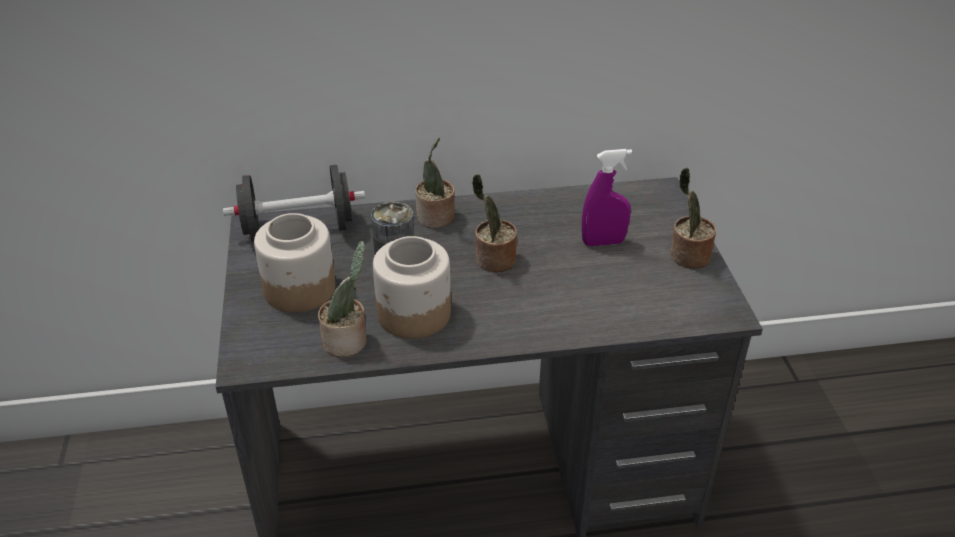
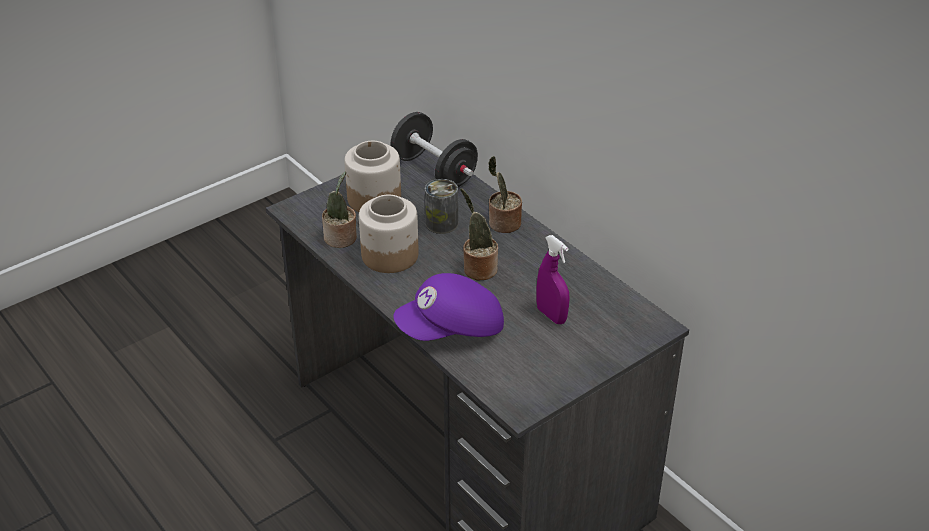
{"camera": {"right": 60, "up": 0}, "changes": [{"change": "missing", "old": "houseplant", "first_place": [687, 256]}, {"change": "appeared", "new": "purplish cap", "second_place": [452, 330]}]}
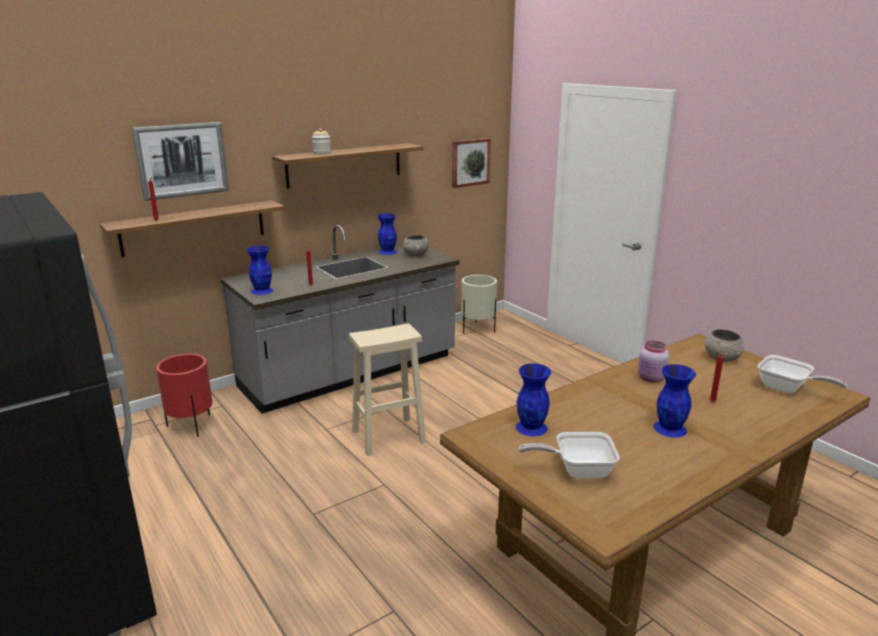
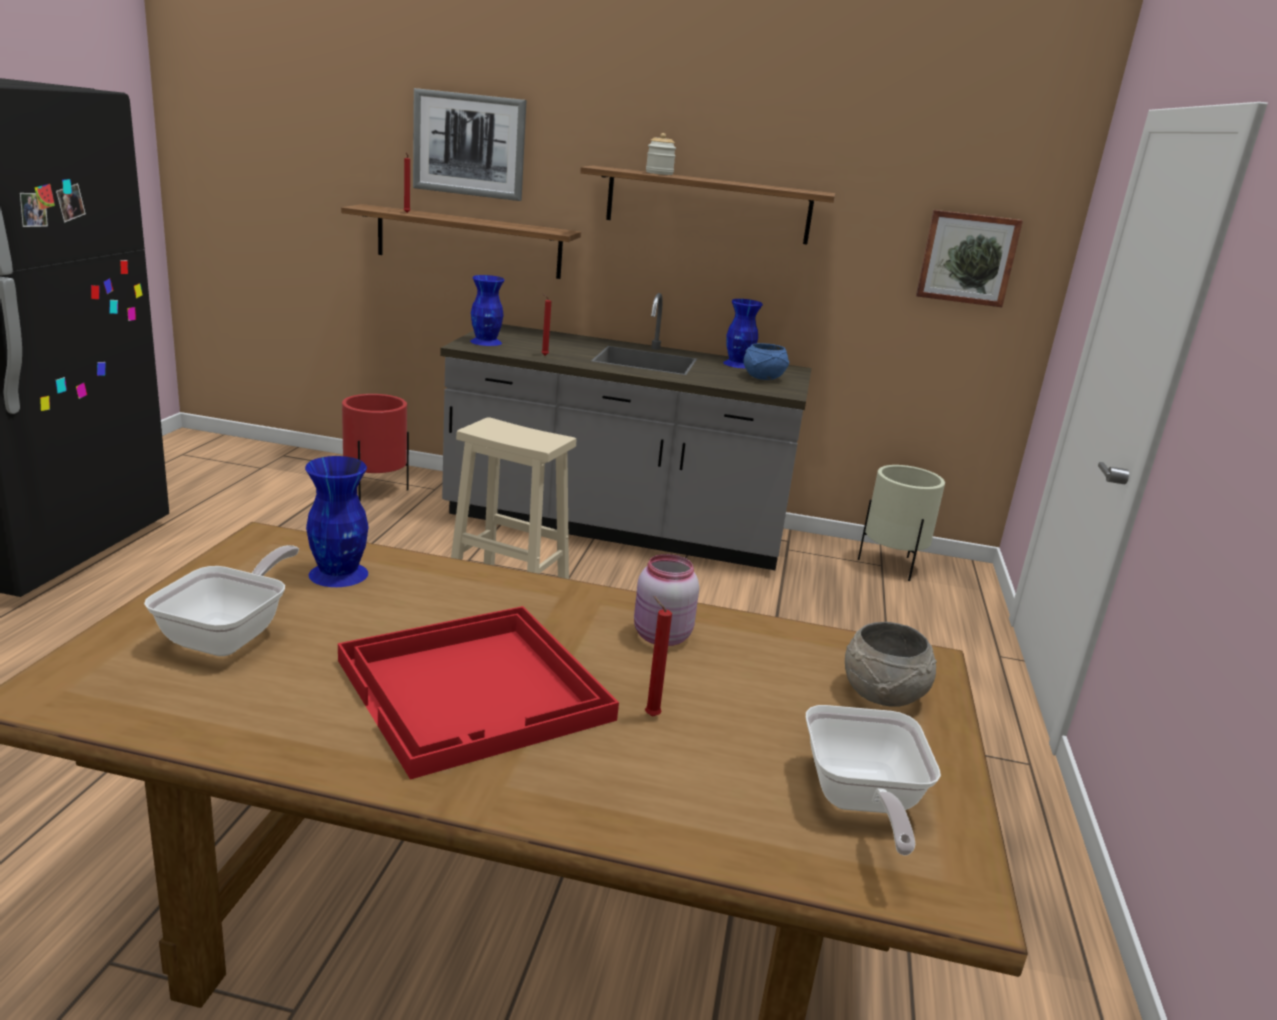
{"camera": {"right": 45, "up": 0}, "changes": [{"change": "exchanged", "old": "blue-coloured vase", "new": "reddish carrying tray", "first_place": [670, 428], "second_place": [477, 690]}, {"change": "colour", "old": "greyish serving bowl", "new": "blue-coloured serving bowl", "first_place": [416, 255], "second_place": [763, 378]}, {"change": "spun", "old": "pan", "first_place": [577, 470], "second_place": [231, 634], "degrees": 60}]}
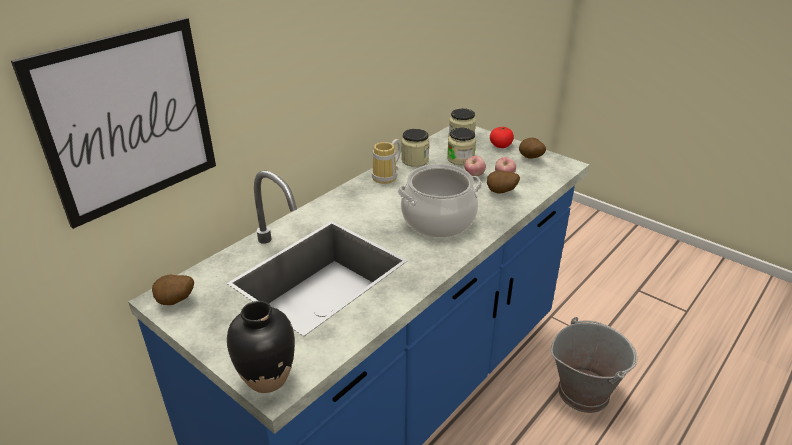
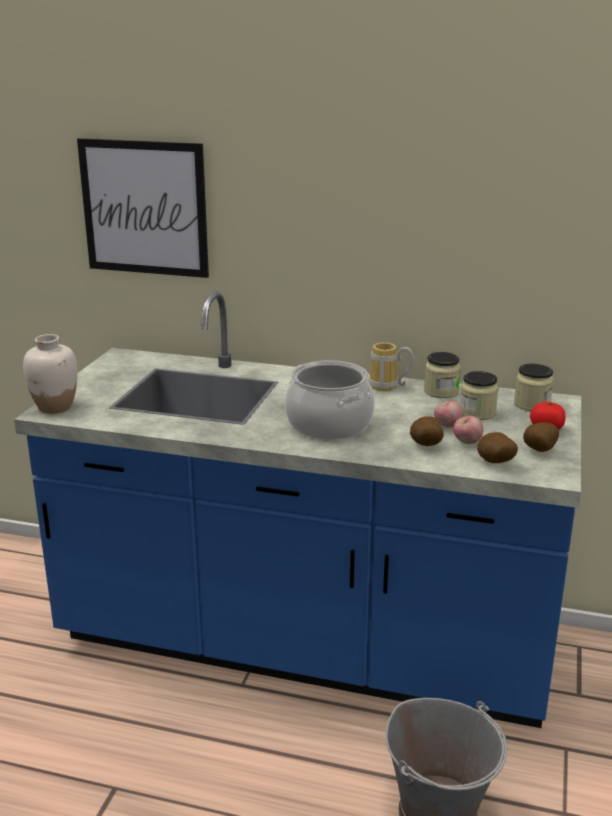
{"camera": {"right": 65, "up": -10}, "changes": [{"change": "relocated", "old": "whole potato", "first_place": [176, 302], "second_place": [494, 463]}, {"change": "colour", "old": "black-coloured vase", "new": "white-coloured vase", "first_place": [267, 377], "second_place": [55, 407]}]}
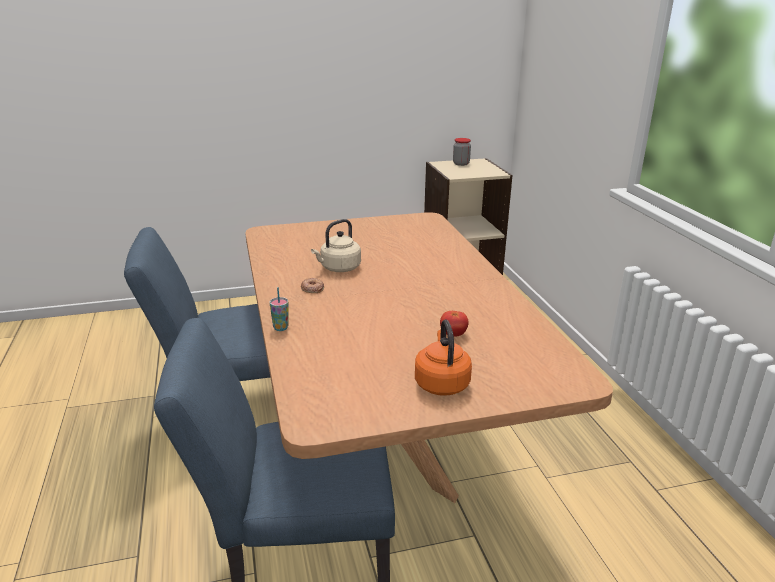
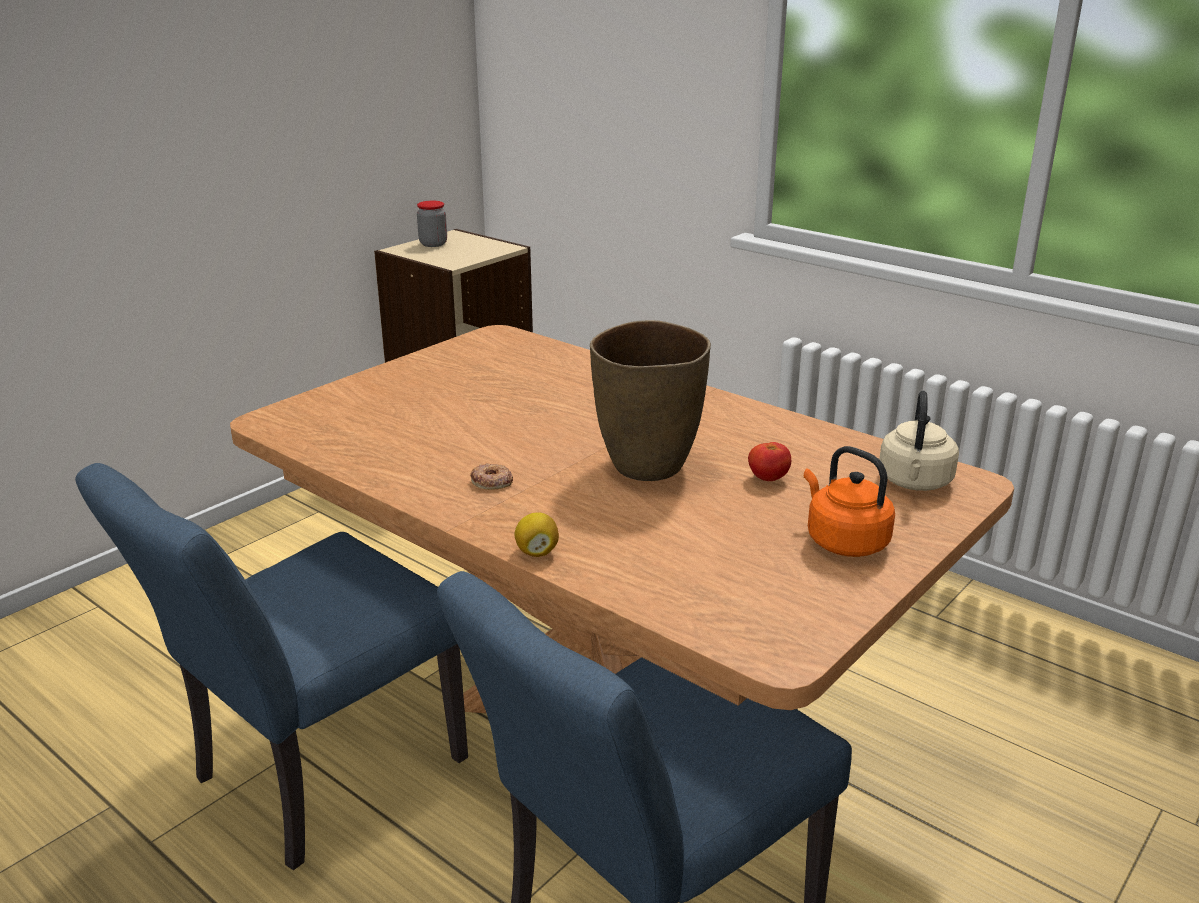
{"camera": {"right": -35, "up": 0}, "changes": [{"change": "appeared", "new": "brownish vase", "second_place": [648, 467]}, {"change": "relocated", "old": "beige-coloured water kettle", "first_place": [338, 268], "second_place": [915, 483]}, {"change": "exchanged", "old": "cup", "new": "lemon", "first_place": [280, 328], "second_place": [537, 552]}]}
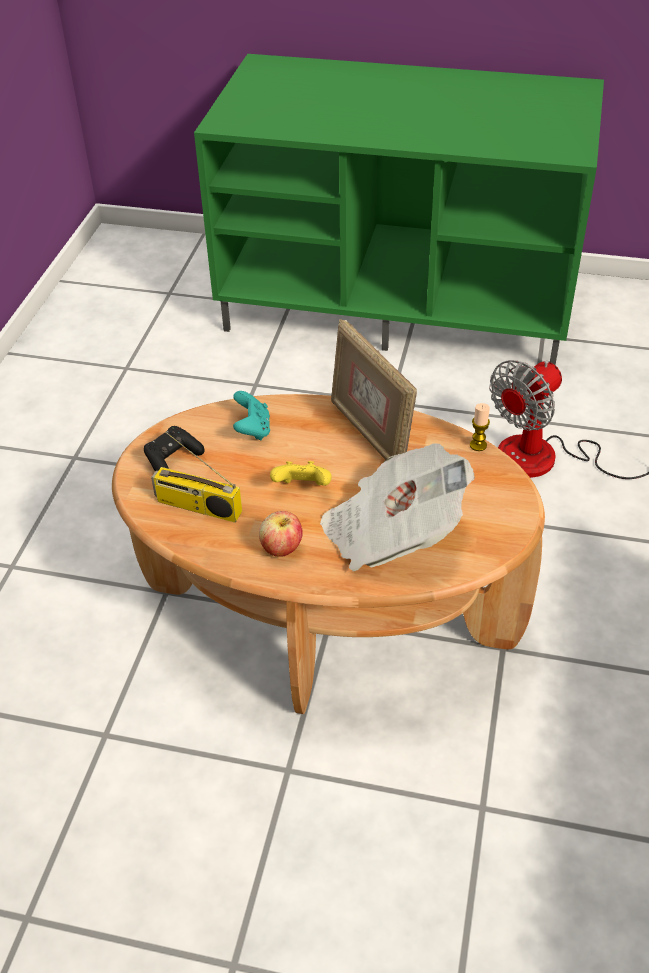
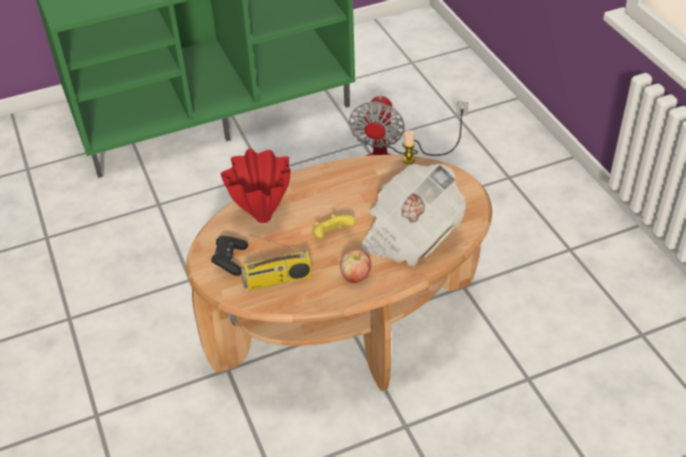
{"camera": {"right": -35, "up": 0}, "changes": [{"change": "missing", "old": "standing frame", "first_place": [370, 434]}, {"change": "exchanged", "old": "turquoise joypad", "new": "reddish vase", "first_place": [252, 430], "second_place": [263, 216]}]}
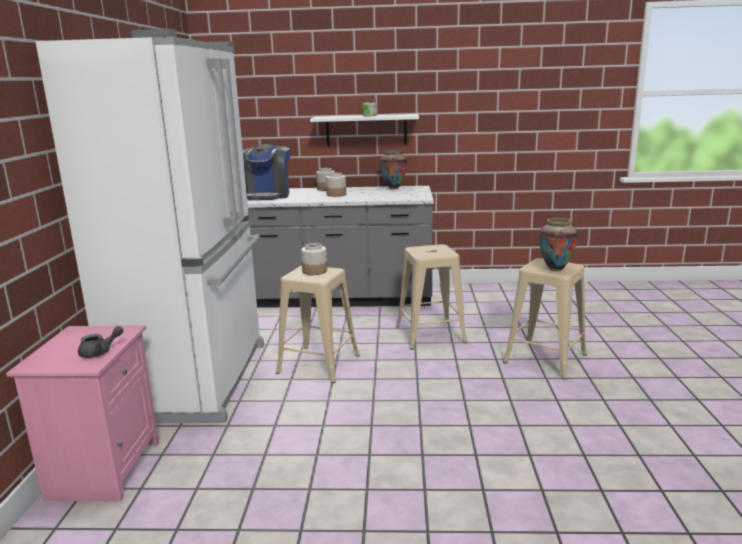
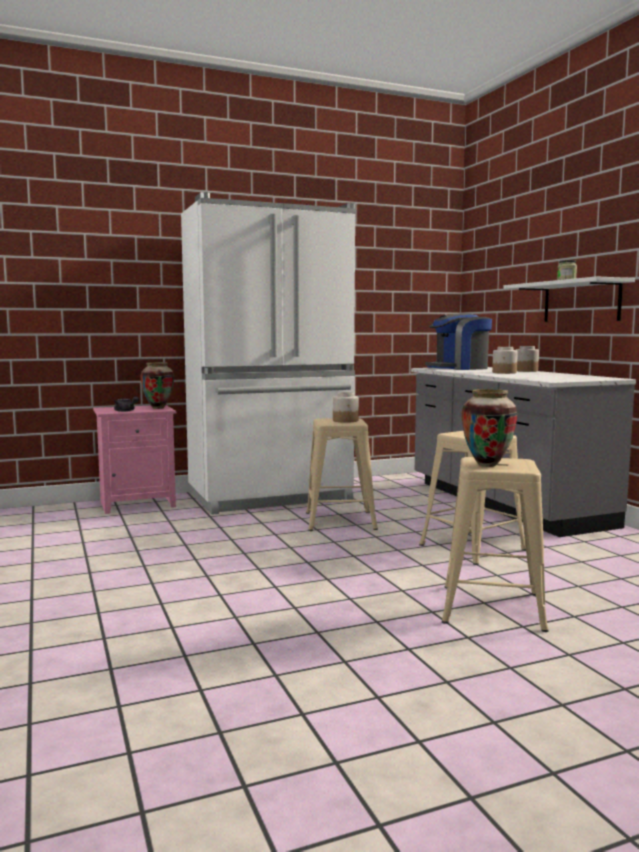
{"camera": {"right": 65, "up": -10}, "changes": [{"change": "relocated", "old": "vase", "first_place": [393, 188], "second_place": [158, 408]}]}
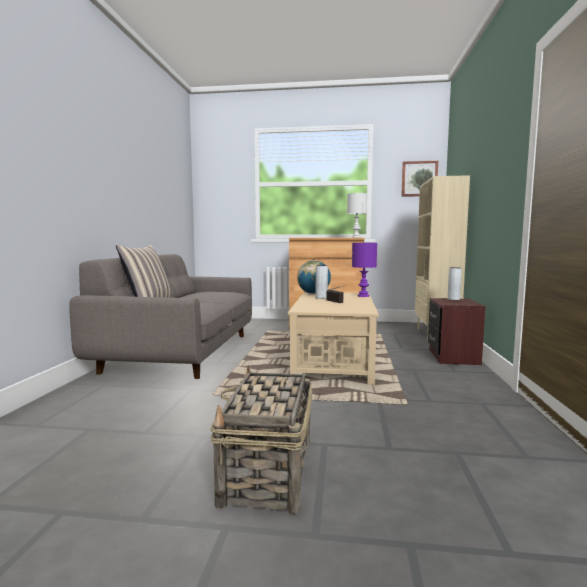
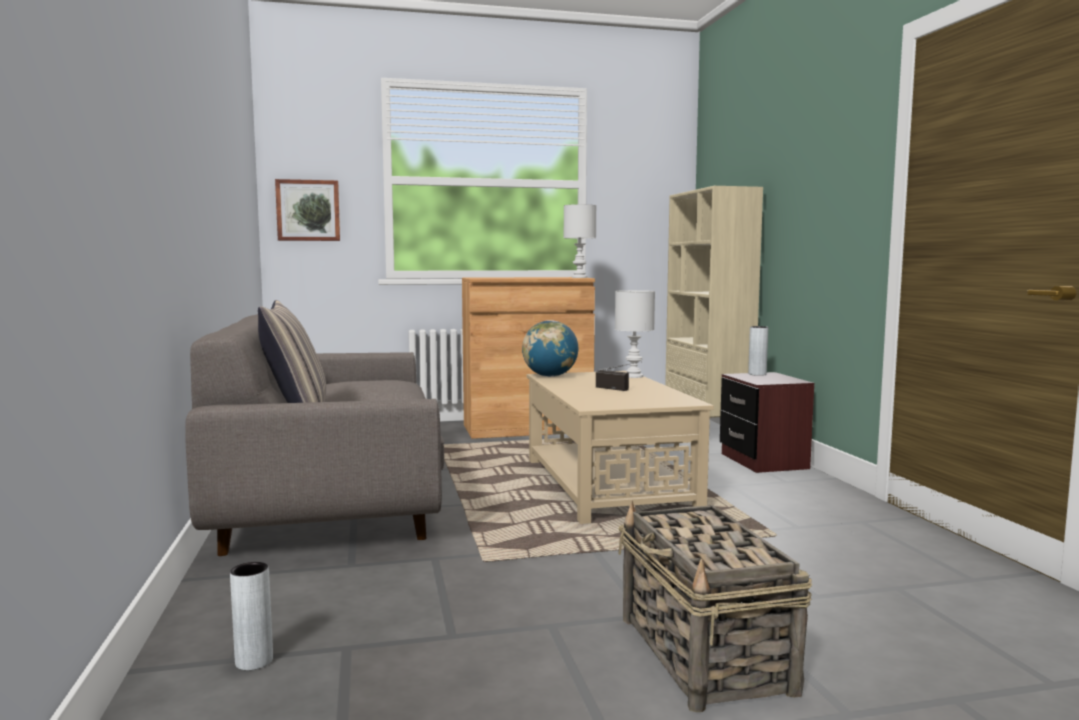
{"camera": {"right": -20, "up": 0}, "changes": [{"change": "relocated", "old": "greyish vase", "first_place": [321, 298], "second_place": [254, 661]}, {"change": "relocated", "old": "picture", "first_place": [419, 179], "second_place": [308, 210]}, {"change": "colour", "old": "purplish tabletop lamp", "new": "white-coloured tabletop lamp", "first_place": [363, 296], "second_place": [634, 376]}]}
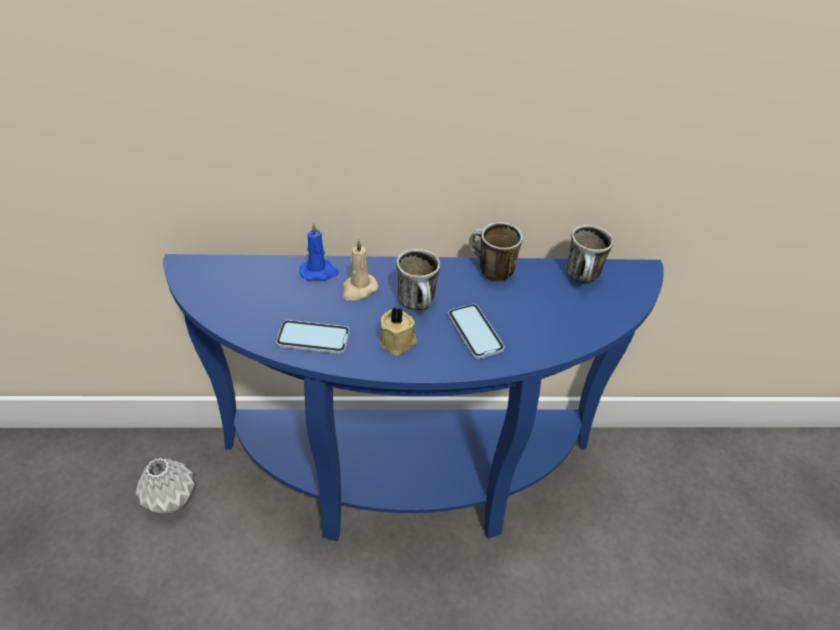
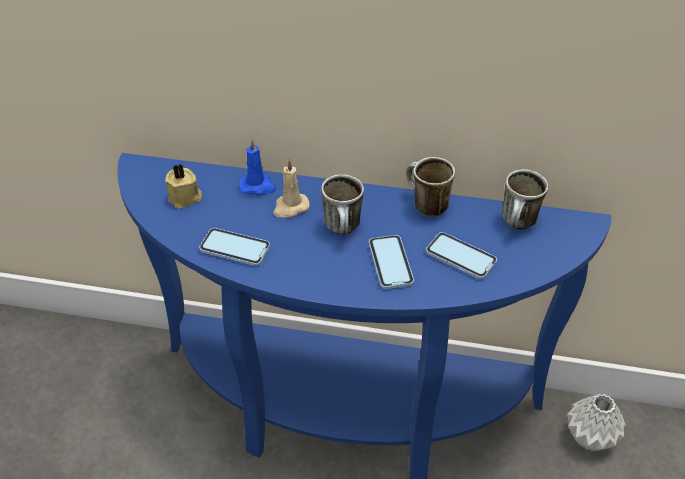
{"camera": {"right": 15, "up": 0}, "changes": [{"change": "appeared", "new": "telephone", "second_place": [460, 257]}, {"change": "relocated", "old": "greyish vase", "first_place": [171, 501], "second_place": [589, 439]}, {"change": "relocated", "old": "beige-coloured wax light", "first_place": [398, 342], "second_place": [185, 198]}]}
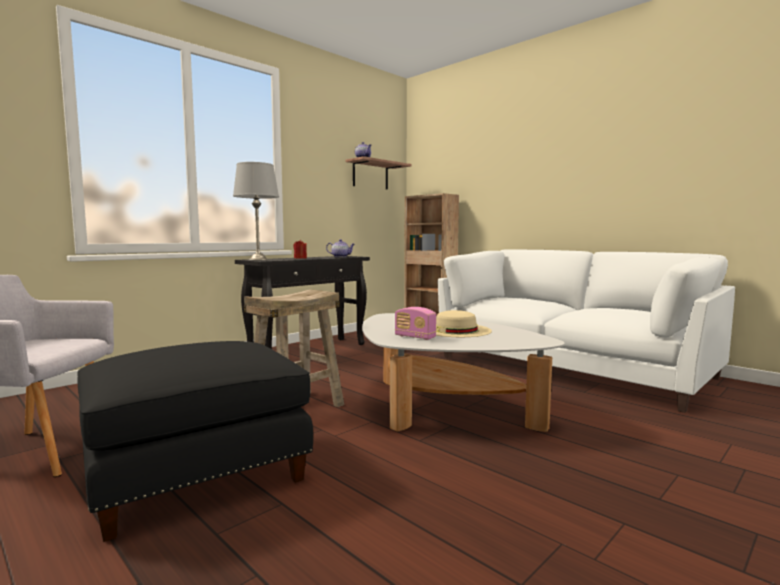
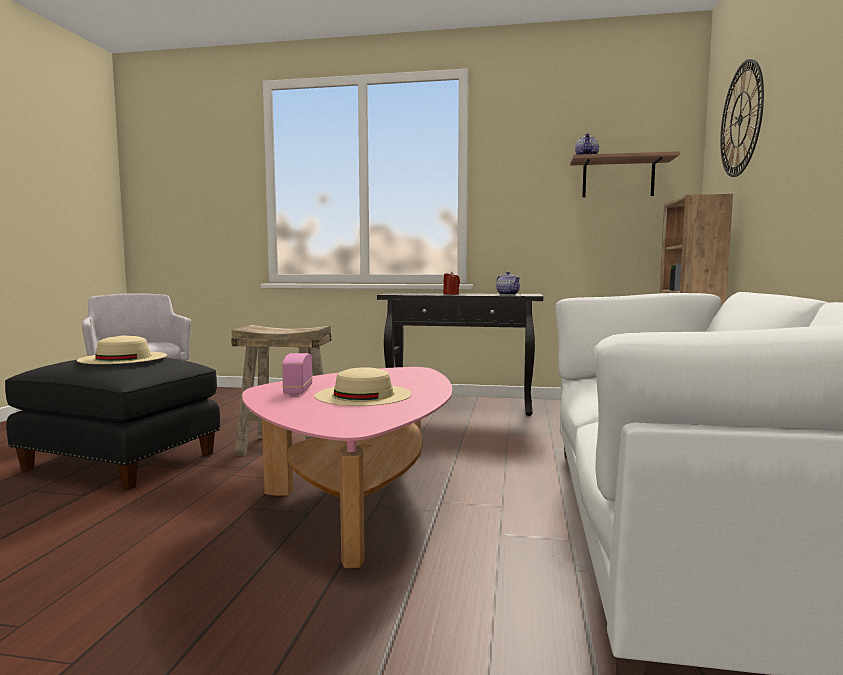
{"camera": {"right": 55, "up": 0}, "changes": [{"change": "missing", "old": "greyish tabletop lamp", "first_place": [258, 259]}, {"change": "appeared", "new": "beige-coloured clothing hat", "second_place": [123, 358]}, {"change": "appeared", "new": "wall clock", "second_place": [740, 119]}, {"change": "colour", "old": "white-coloured coffee table", "new": "pink-coloured coffee table", "first_place": [441, 408], "second_place": [359, 496]}]}
